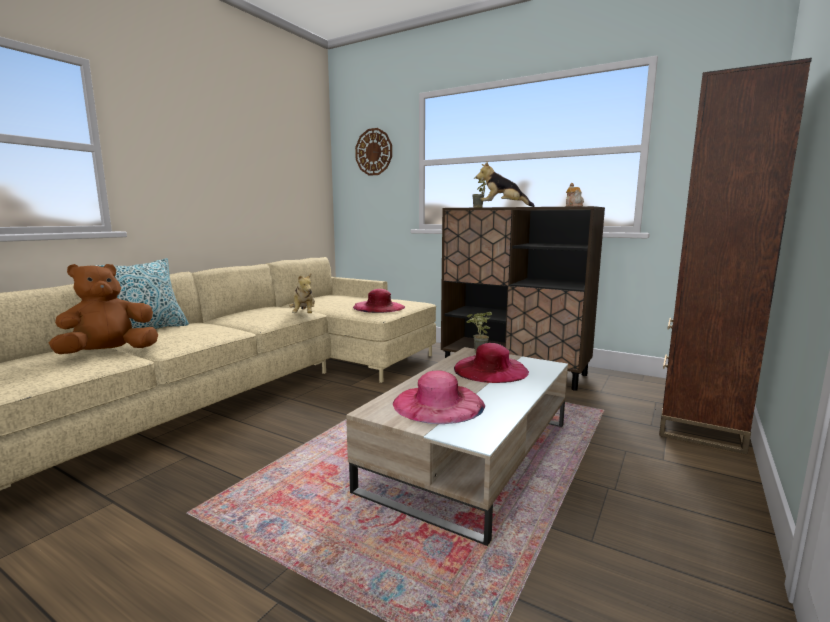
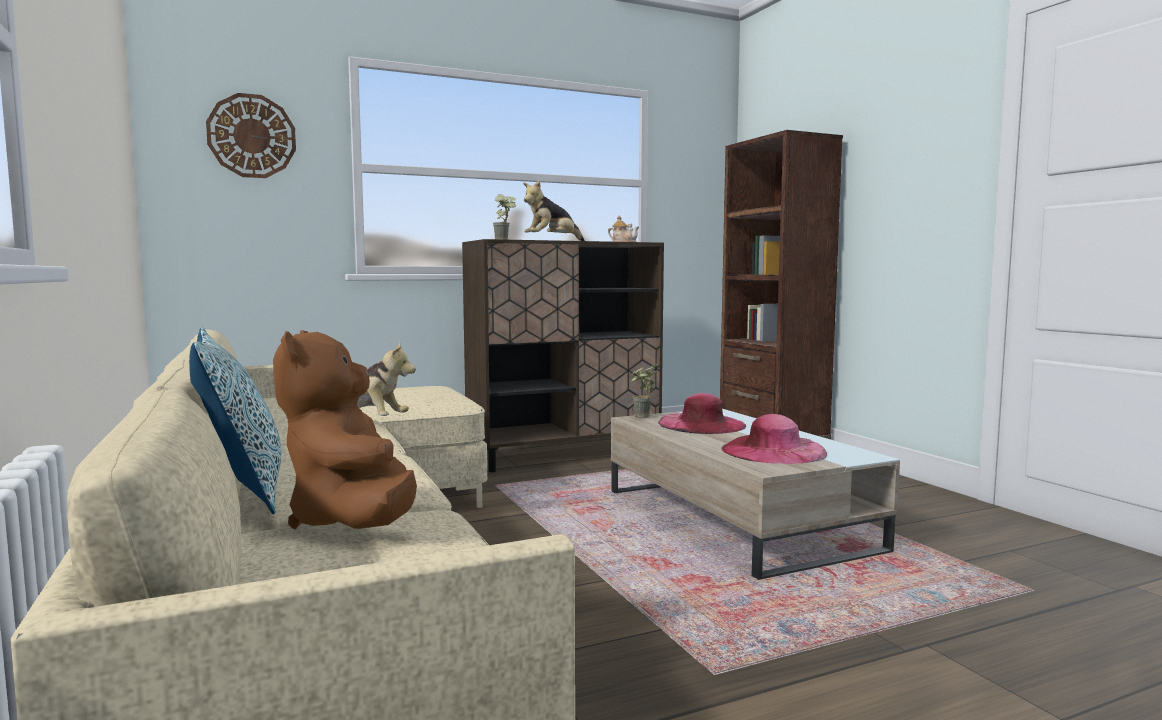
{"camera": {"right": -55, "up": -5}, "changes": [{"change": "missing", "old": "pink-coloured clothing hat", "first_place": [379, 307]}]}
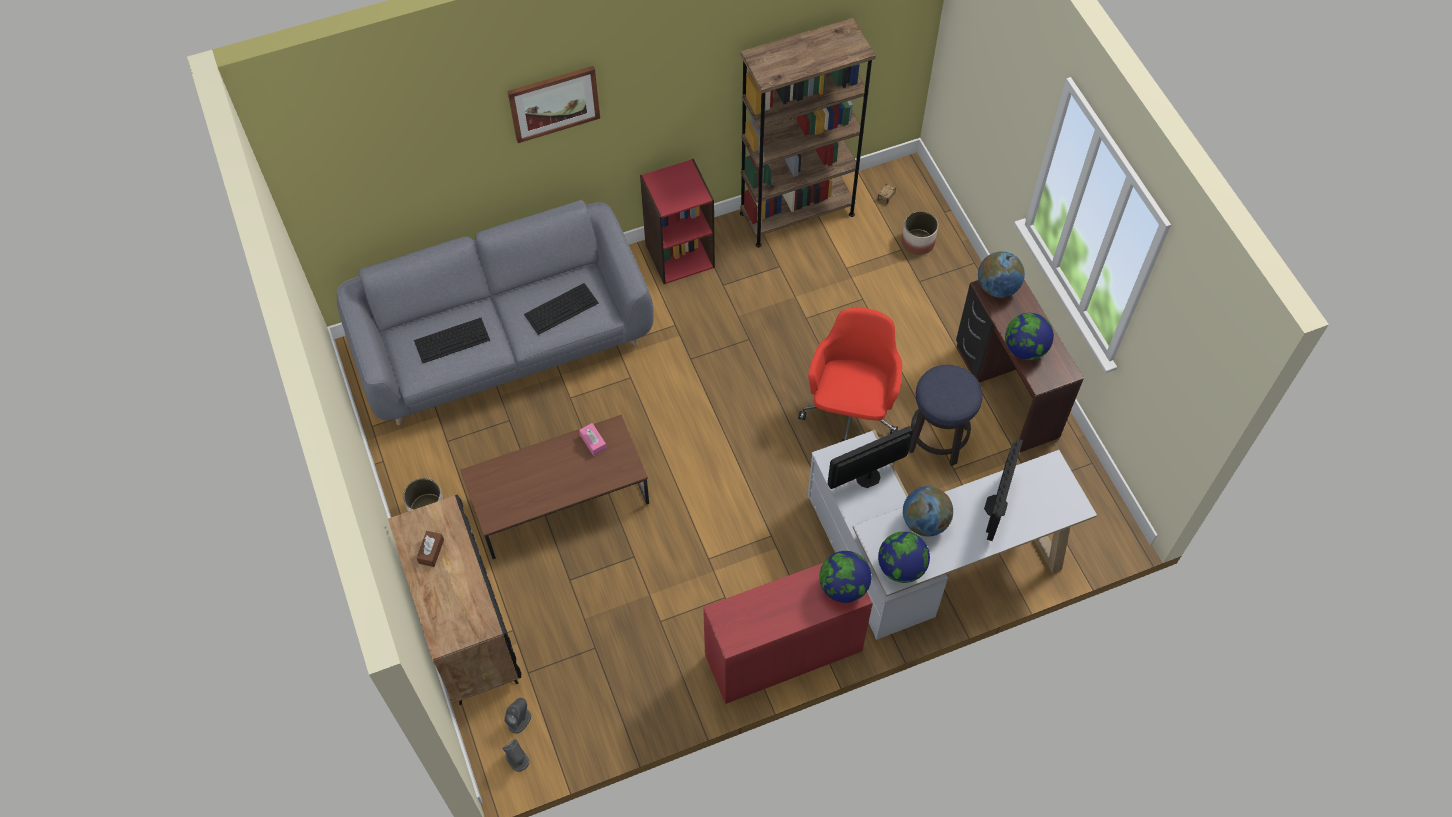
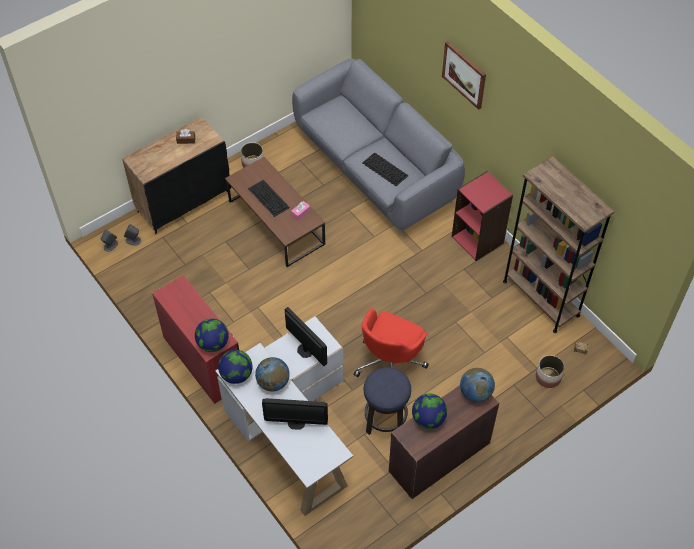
{"camera": {"right": 75, "up": -5}, "changes": [{"change": "relocated", "old": "computer keyboard", "first_place": [452, 340], "second_place": [269, 198]}, {"change": "spun", "old": "reddish office chair", "first_place": [851, 411], "second_place": [390, 363], "degrees": 120}]}
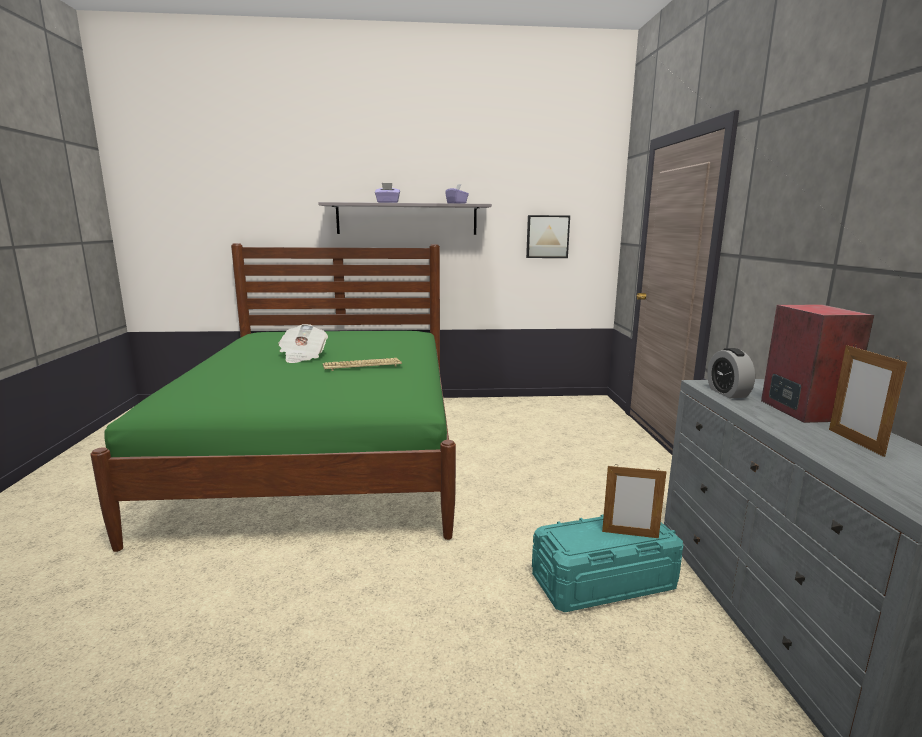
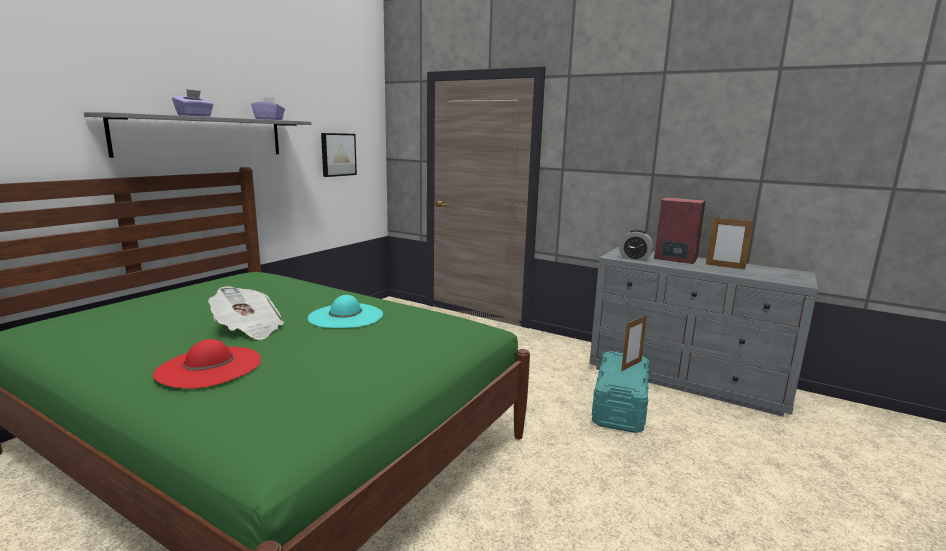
{"camera": {"right": -55, "up": 0}, "changes": [{"change": "appeared", "new": "reddish clothing hat", "second_place": [209, 367]}, {"change": "exchanged", "old": "computer keyboard", "new": "turquoise clothing hat", "first_place": [361, 366], "second_place": [346, 316]}]}
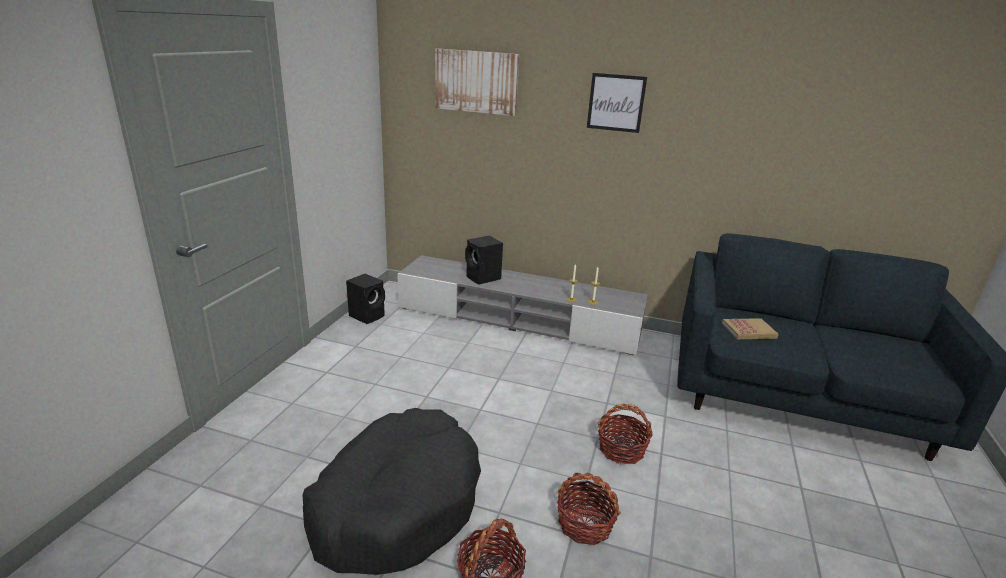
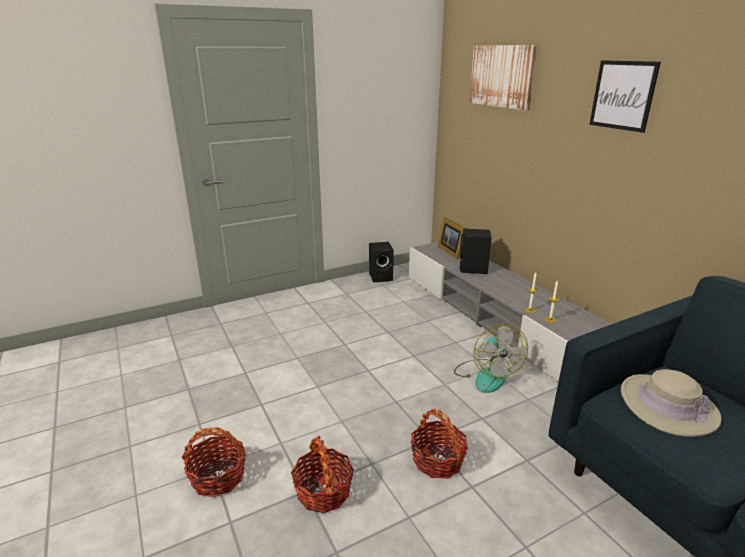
{"camera": {"right": 45, "up": 0}, "changes": [{"change": "missing", "old": "black-coloured dog bed", "first_place": [396, 503]}, {"change": "appeared", "new": "standing frame", "second_place": [451, 251]}, {"change": "appeared", "new": "cooling fan", "second_place": [486, 375]}, {"change": "exchanged", "old": "volume", "new": "beige-coloured clothing hat", "first_place": [748, 331], "second_place": [667, 405]}]}
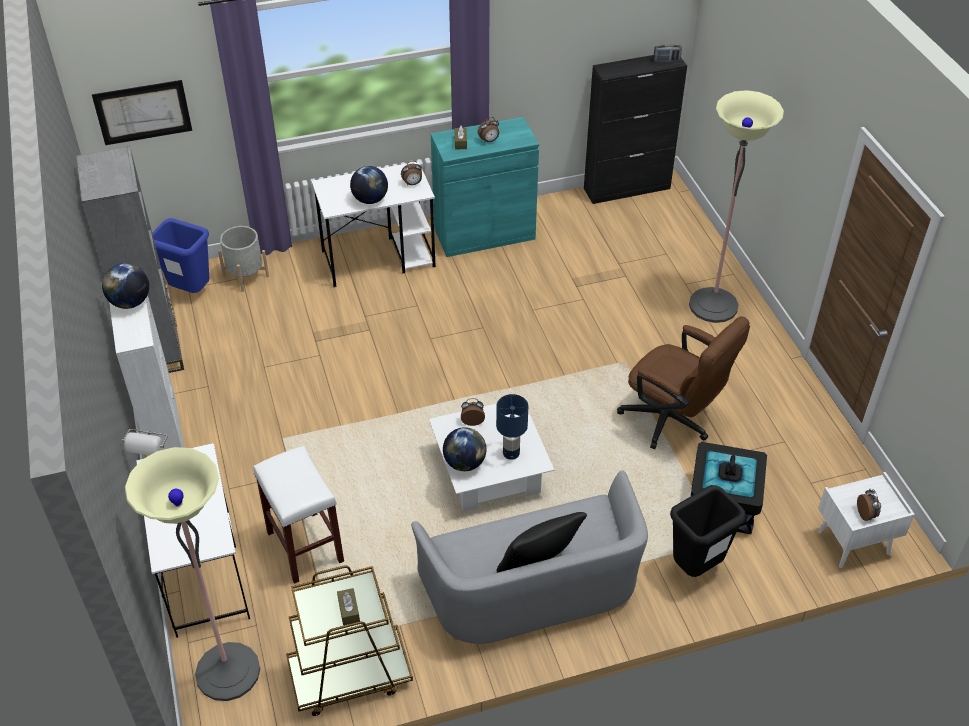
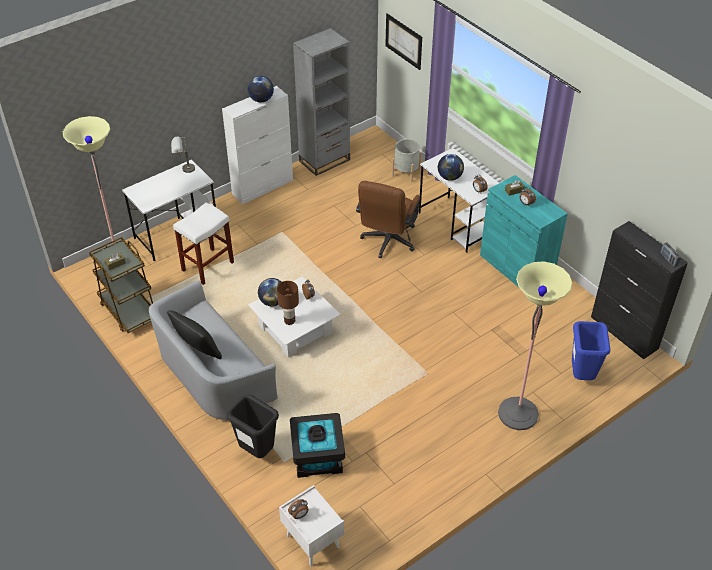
{"camera": {"right": 70, "up": 0}, "changes": [{"change": "relocated", "old": "blue-coloured rubbish bin", "first_place": [191, 292], "second_place": [581, 376]}, {"change": "relocated", "old": "brownish office chair", "first_place": [673, 421], "second_place": [387, 242]}, {"change": "colour", "old": "blue-coloured tabletop lamp", "new": "brownish tabletop lamp", "first_place": [511, 453], "second_place": [289, 321]}]}
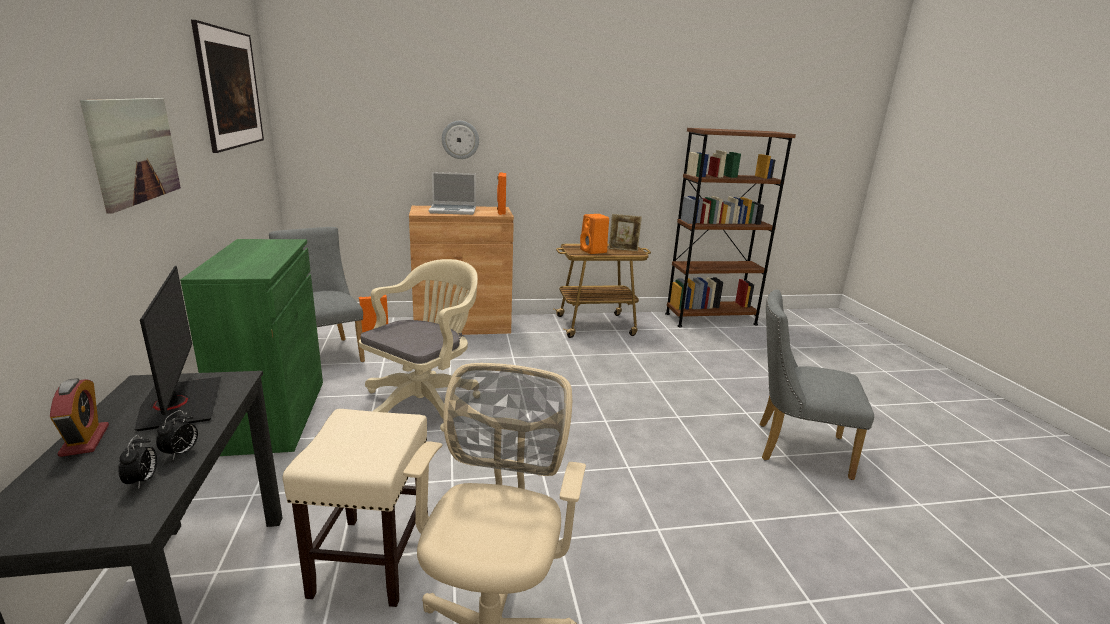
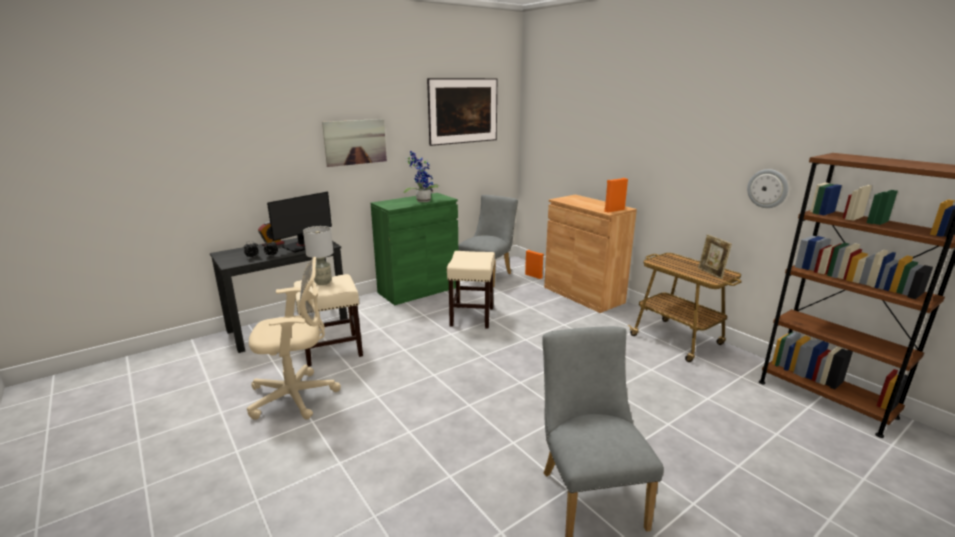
{"camera": {"right": 65, "up": 0}, "changes": [{"change": "missing", "old": "notebook computer", "first_place": [453, 210]}, {"change": "missing", "old": "orange audio speaker", "first_place": [594, 251]}, {"change": "appeared", "new": "greyish tabletop lamp", "second_place": [323, 282]}, {"change": "appeared", "new": "houseplant", "second_place": [422, 201]}, {"change": "relocated", "old": "wall clock", "first_place": [460, 140], "second_place": [767, 188]}, {"change": "exchanged", "old": "beige-coloured office chair", "new": "beige-coloured sitting stool", "first_place": [425, 401], "second_place": [472, 317]}]}
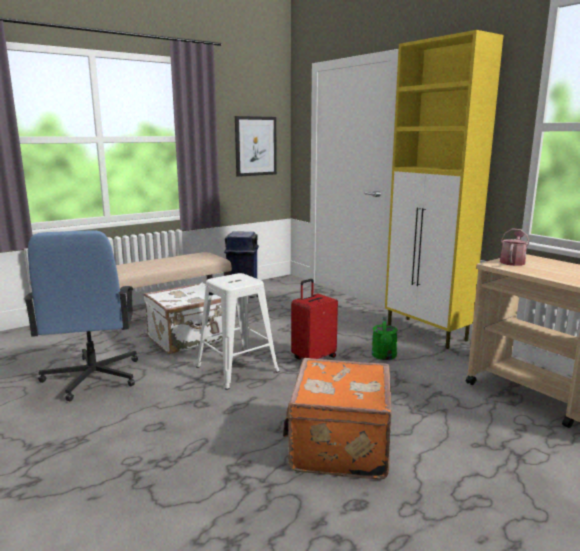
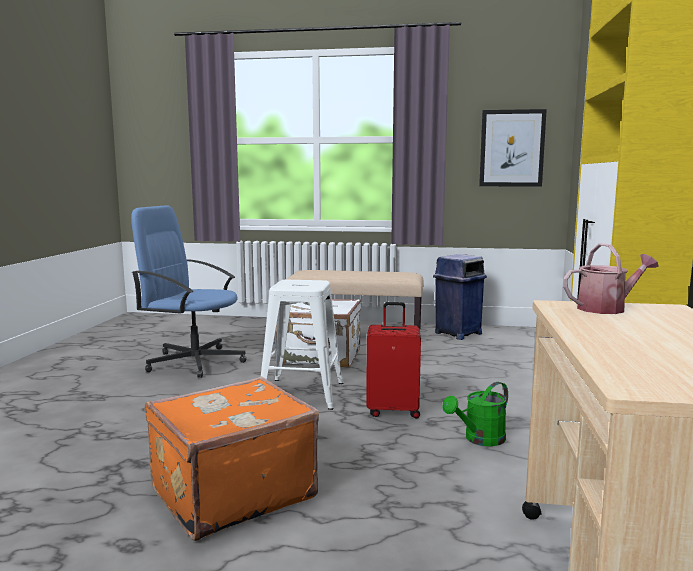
{"camera": {"right": 45, "up": -5}, "changes": [{"change": "spun", "old": "blue-coloured office chair", "first_place": [92, 378], "second_place": [194, 362], "degrees": 75}]}
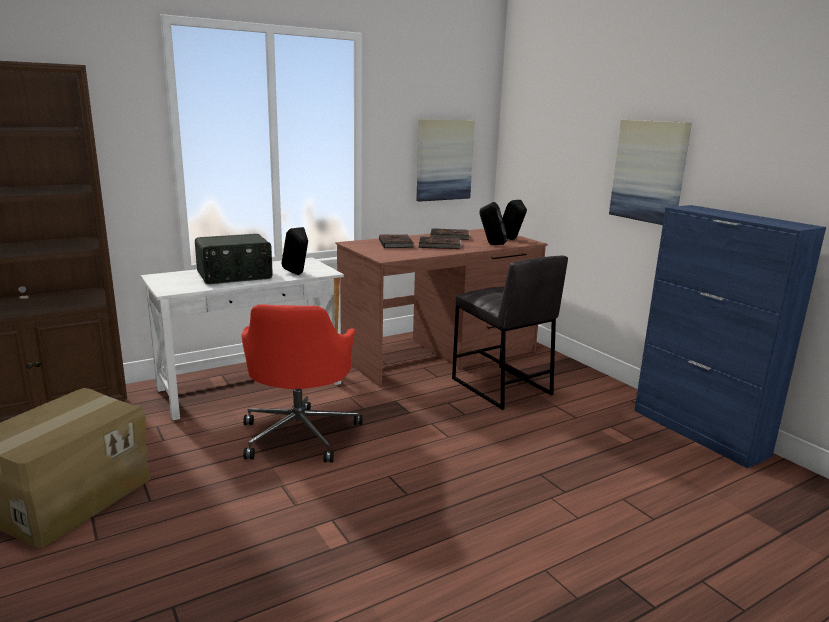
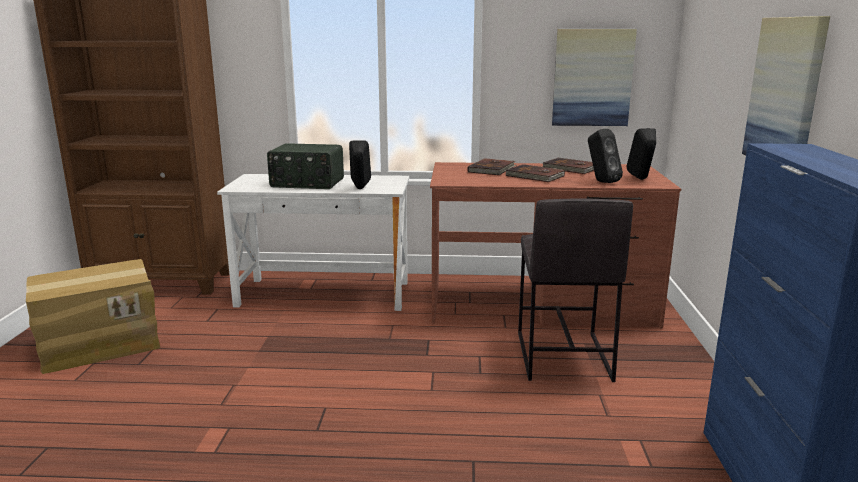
{"camera": {"right": 35, "up": 0}, "changes": [{"change": "missing", "old": "reddish office chair", "first_place": [300, 433]}]}
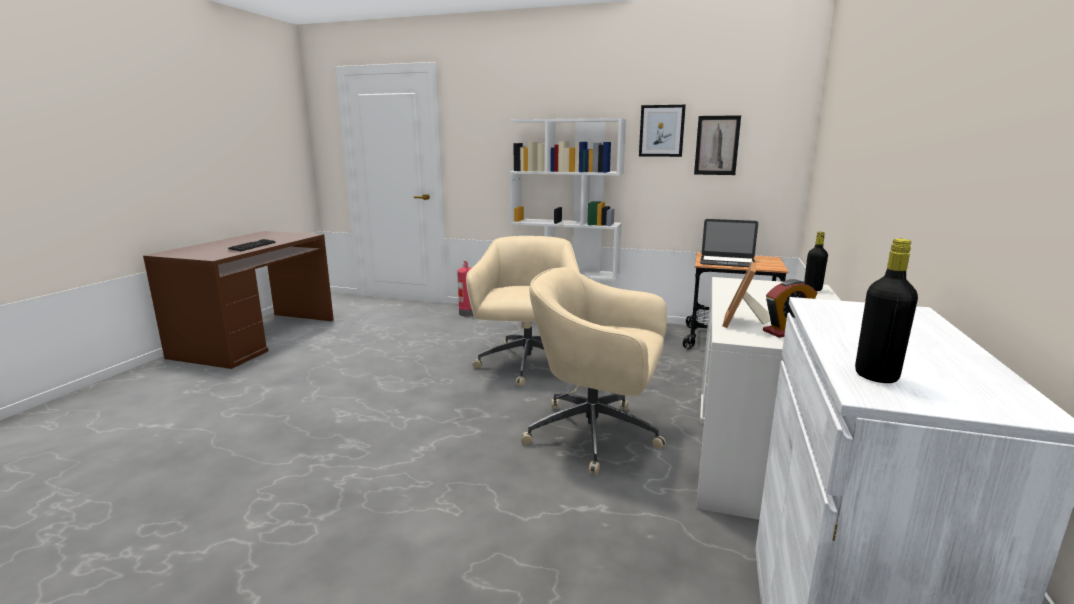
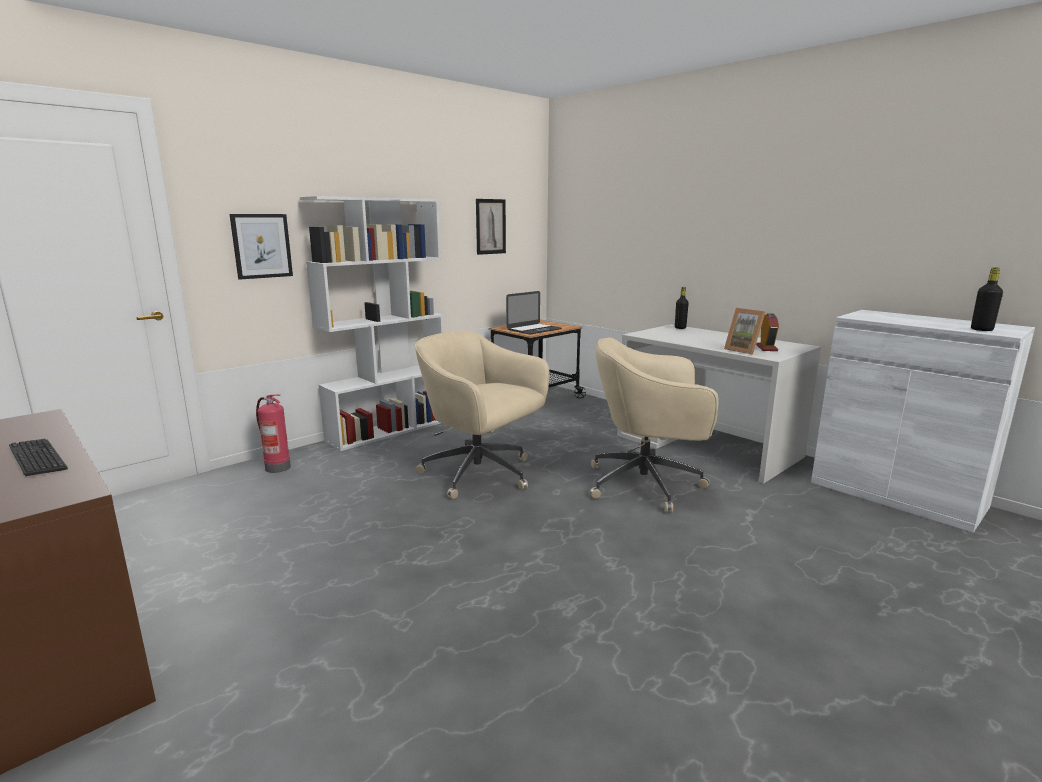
{"camera": {"right": -60, "up": 0}, "changes": [{"change": "relocated", "old": "picture", "first_place": [661, 131], "second_place": [262, 246]}, {"change": "spun", "old": "beige-coloured office chair", "first_place": [596, 435], "second_place": [647, 484], "degrees": 45}]}
